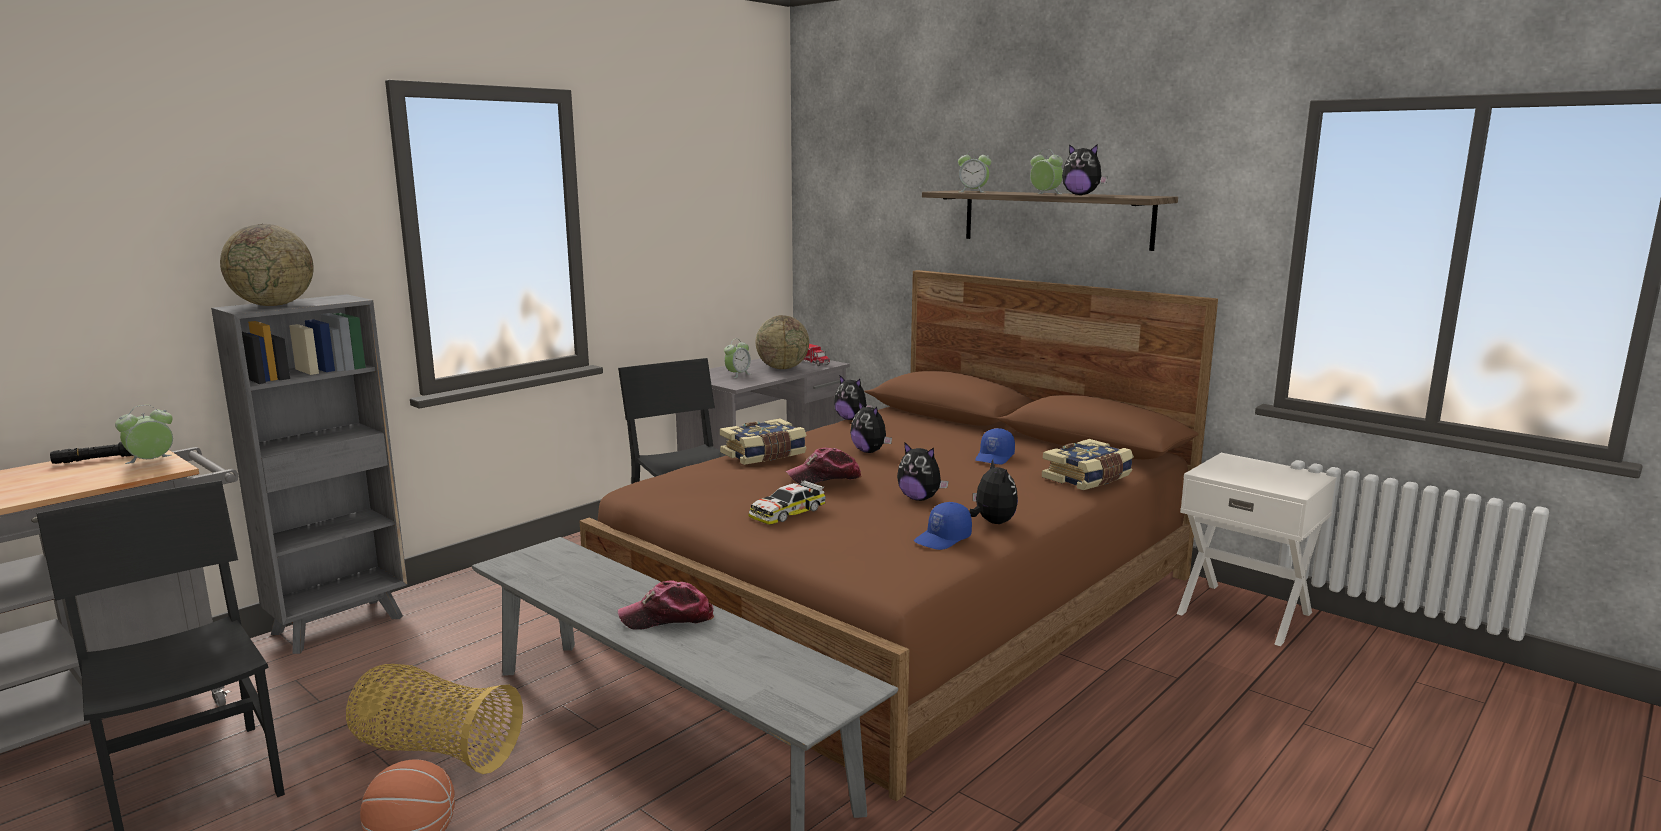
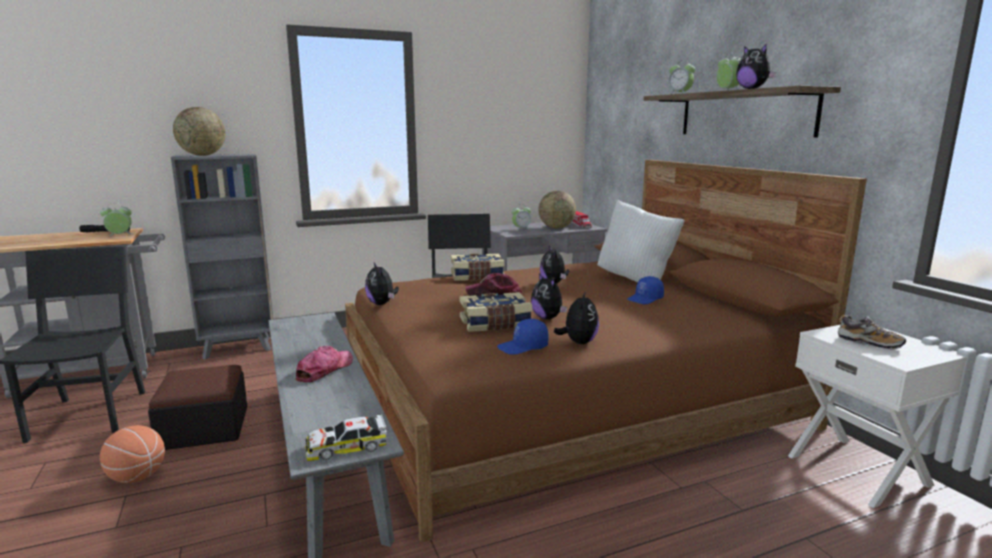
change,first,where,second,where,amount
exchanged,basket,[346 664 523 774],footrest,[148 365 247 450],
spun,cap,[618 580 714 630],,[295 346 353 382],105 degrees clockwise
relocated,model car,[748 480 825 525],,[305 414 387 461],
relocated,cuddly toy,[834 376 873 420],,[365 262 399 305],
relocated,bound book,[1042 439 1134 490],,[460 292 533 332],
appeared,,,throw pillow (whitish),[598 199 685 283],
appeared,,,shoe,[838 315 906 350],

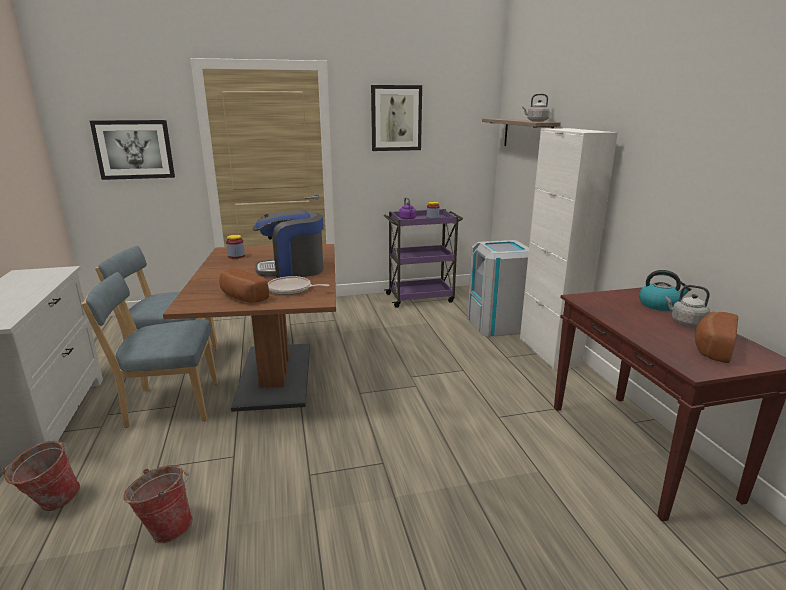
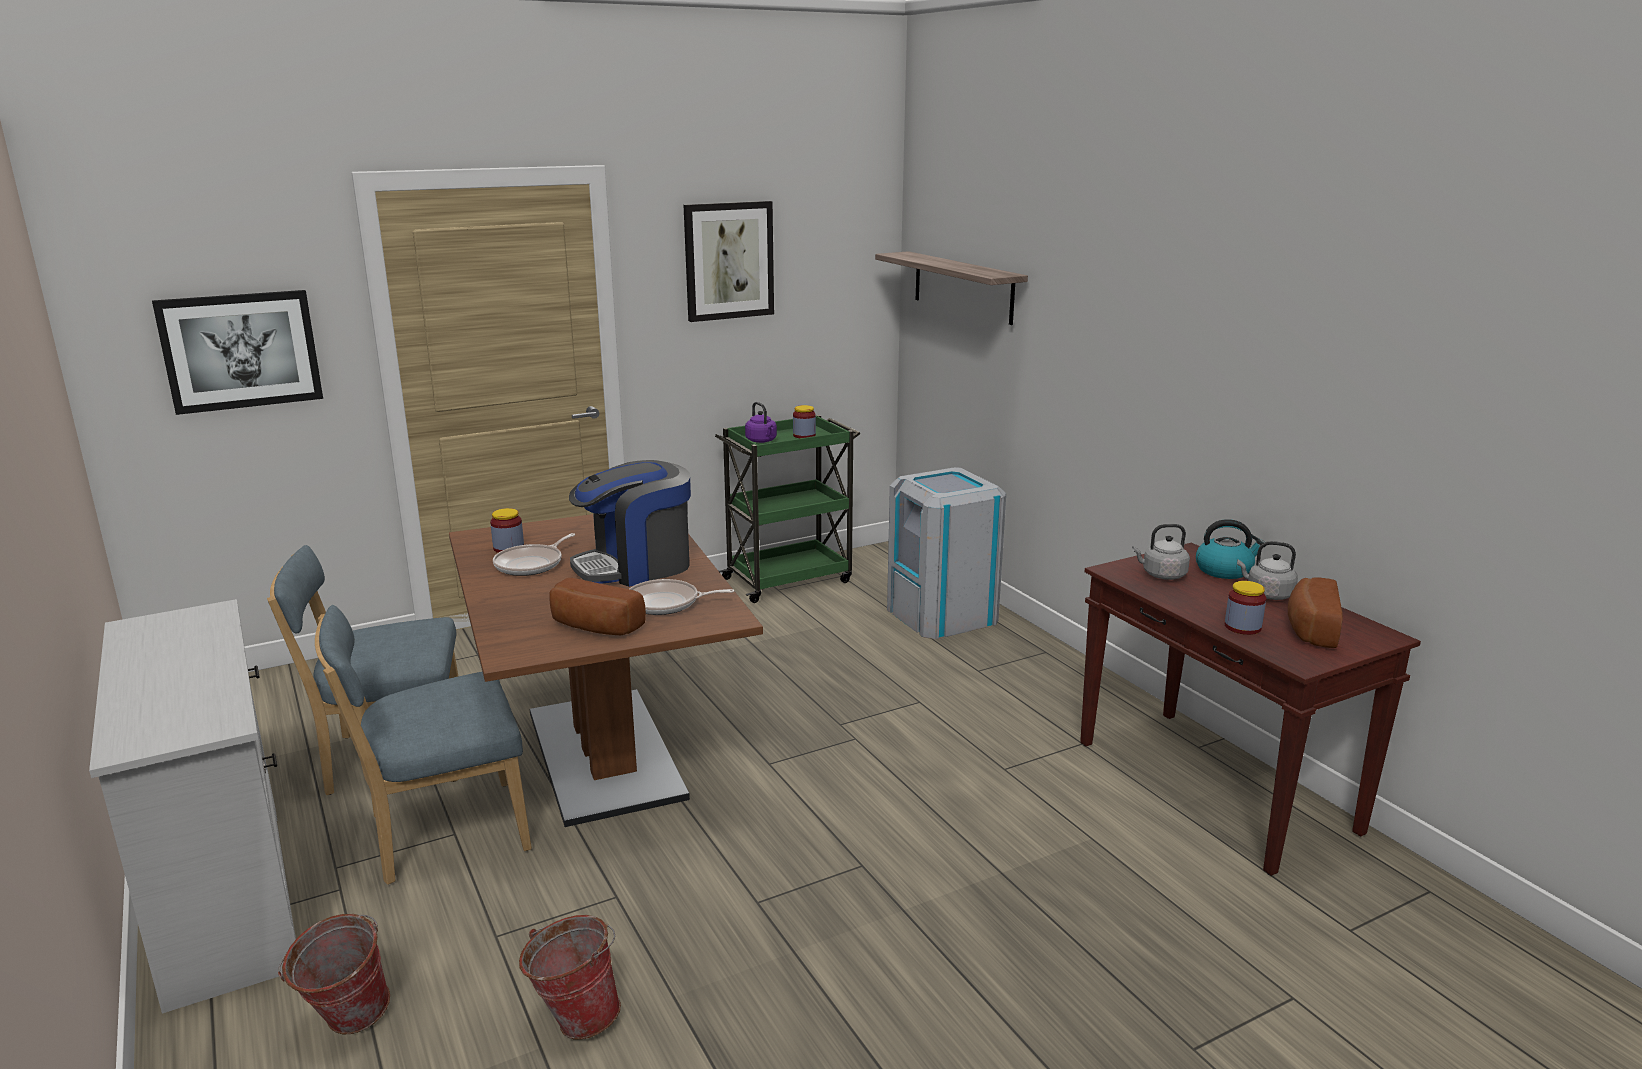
change,first,where,second,where,amount
colour,trolley (purple-coloured),[384 209 463 308],trolley (green),[715 415 860 603],
missing,storage cabinet (whitish),[520 128 618 370],,,
relocated,tea kettle (gray),[522 94 550 122],,[1132 524 1190 580],
appeared,,,frying pan,[493 533 575 576],
appeared,,,storage jar,[1225 581 1266 635],

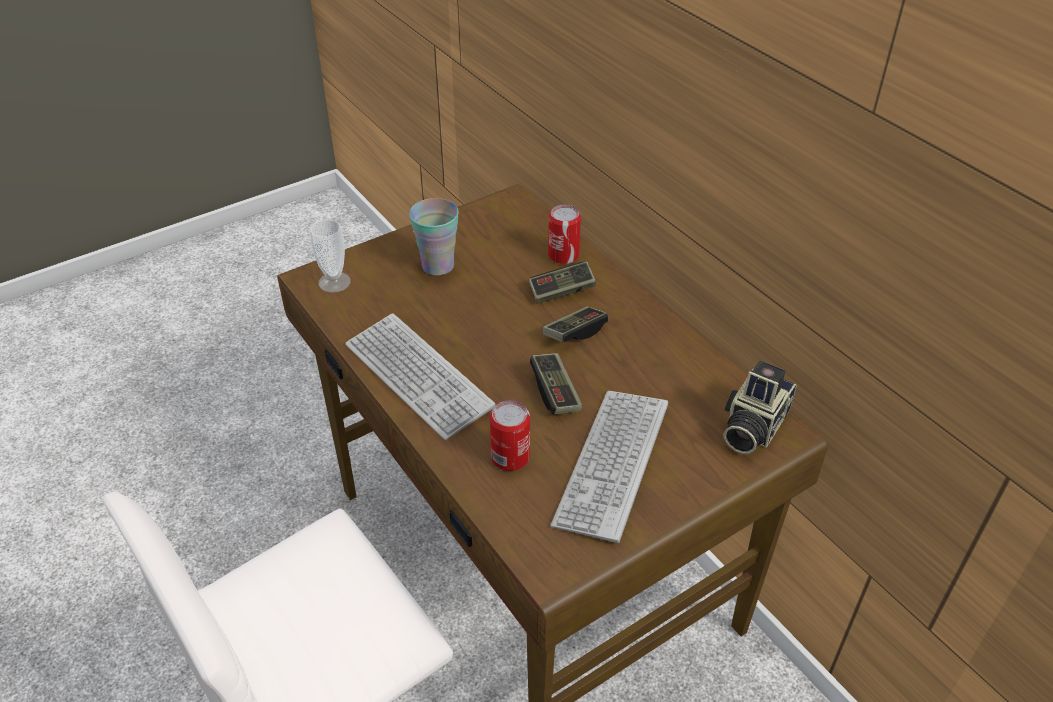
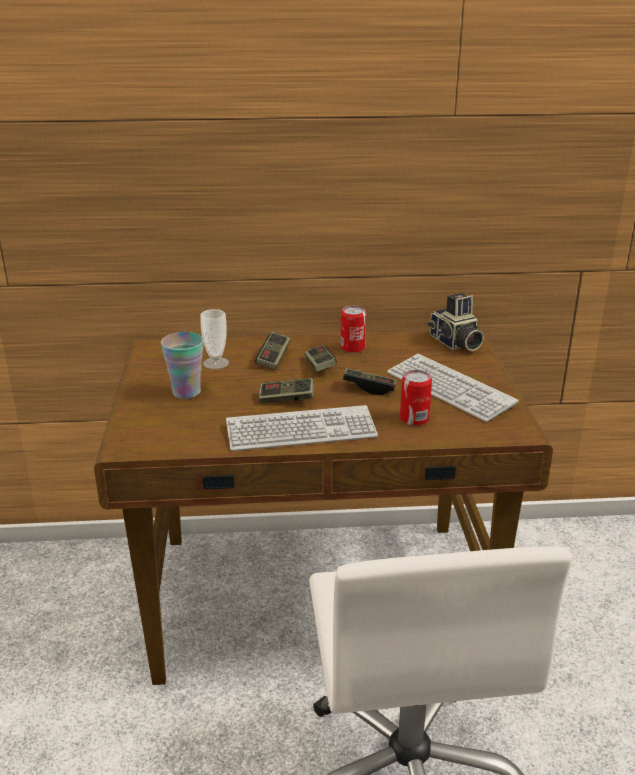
change,first,where,second,where,amount
relocated,small cup,[310 219 351 293],,[200 309 229 369],
relocated,metal can,[548 205 581 264],,[340 306 366 353],
appeared,,,joypad,[259 378 314 404],

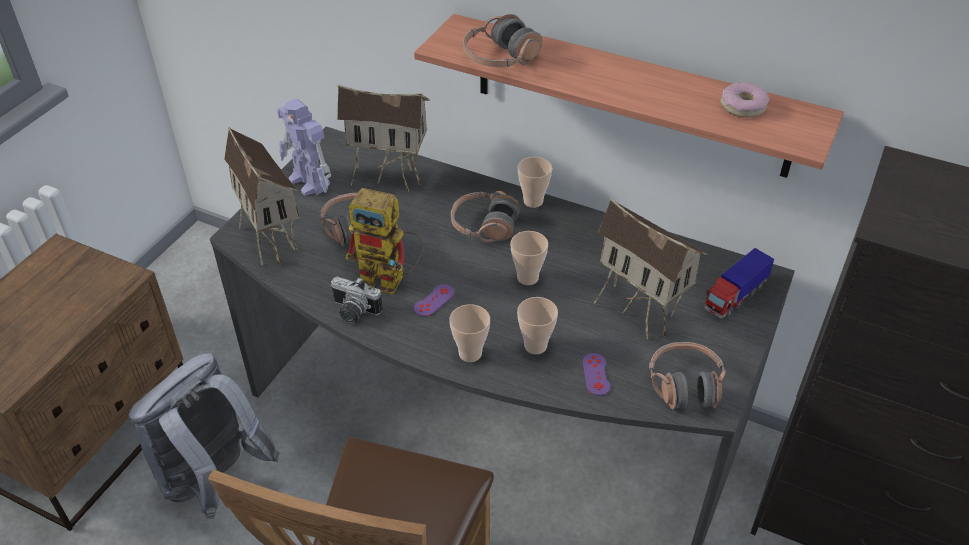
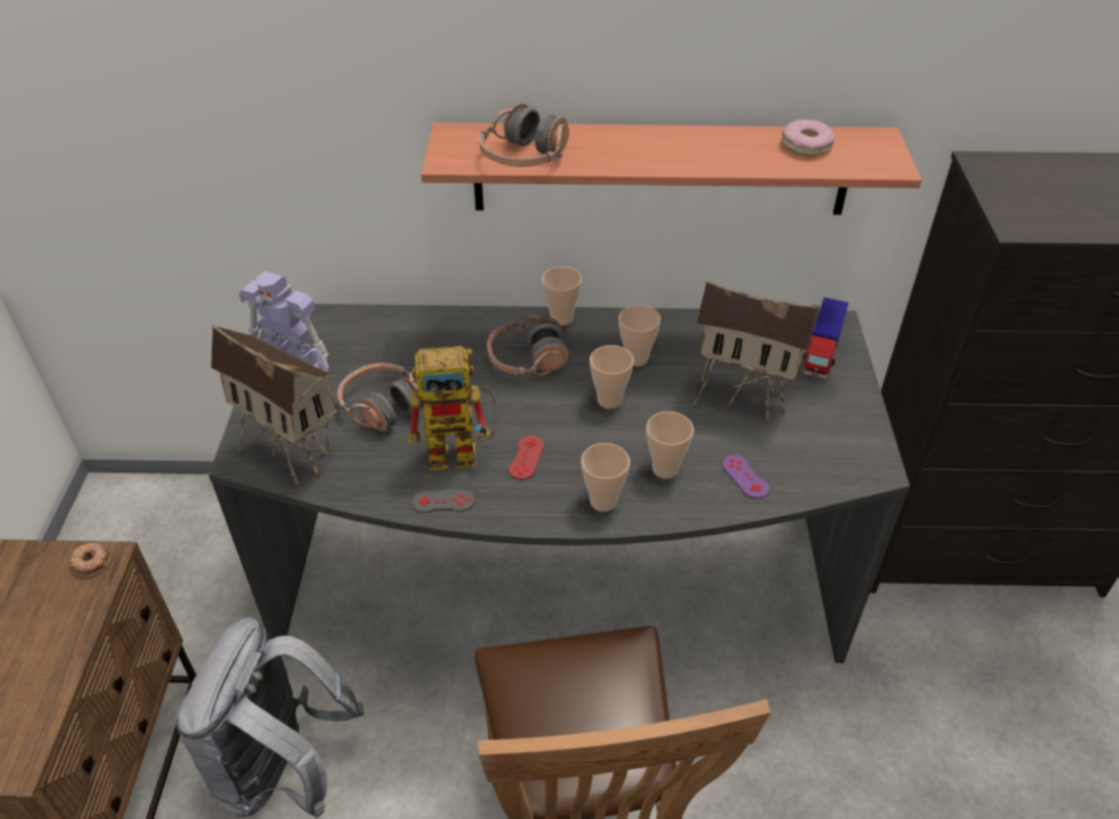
change,first,where,second,where,amount
exchanged,still camera,[331 277 383 323],joypad (gray),[412 490 475 513],
missing,toy house,[337 85 430 192],,,
colour,joypad (purple-coloured),[414 284 455 317],joypad (reddish),[508 435 544 480],
missing,pair of headphones,[649 342 726 410],,,
appeared,,,donut,[69 543 110 577],
appeared,,,small cup,[619 305 661 366],

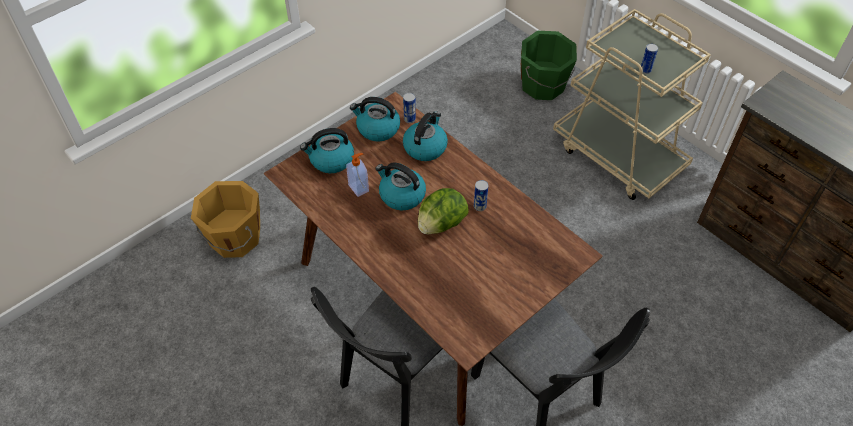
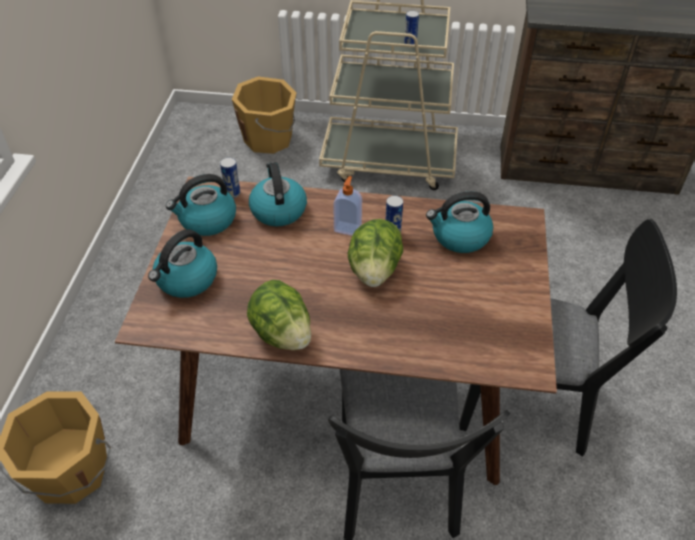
change,first,where,second,where,amount
relocated,liquid soap bottle,[346 153 369 197],,[333 176 362 236],
relocated,tea kettle,[376 163 426 210],,[426 191 493 253],
colour,bucket (green),[521 31 577 100],bucket (orange-coloured),[232 77 296 154],
appeared,,,lettuce,[247 280 311 350],

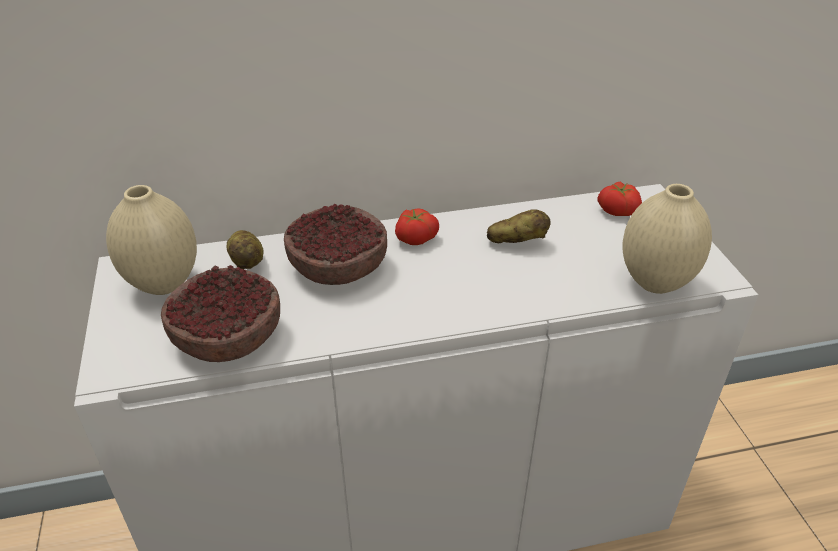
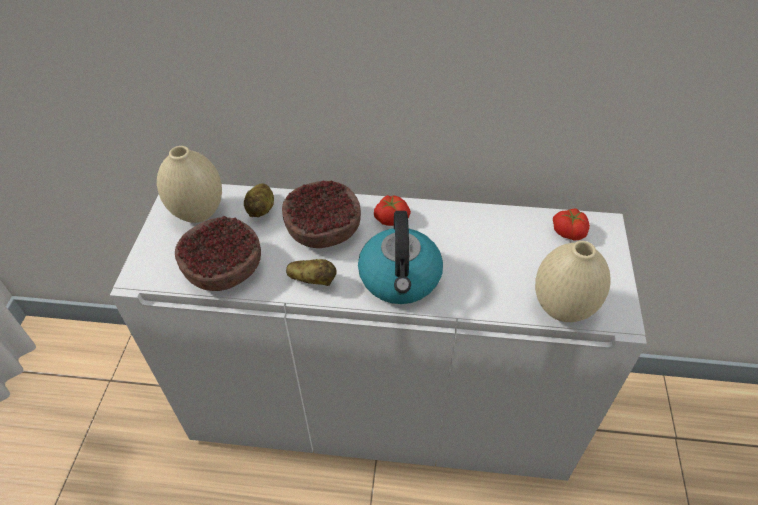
change,first,where,second,where,amount
relocated,potato,[487 209 551 243],,[286 259 337 286],
appeared,,,tea kettle,[358 211 443 304],

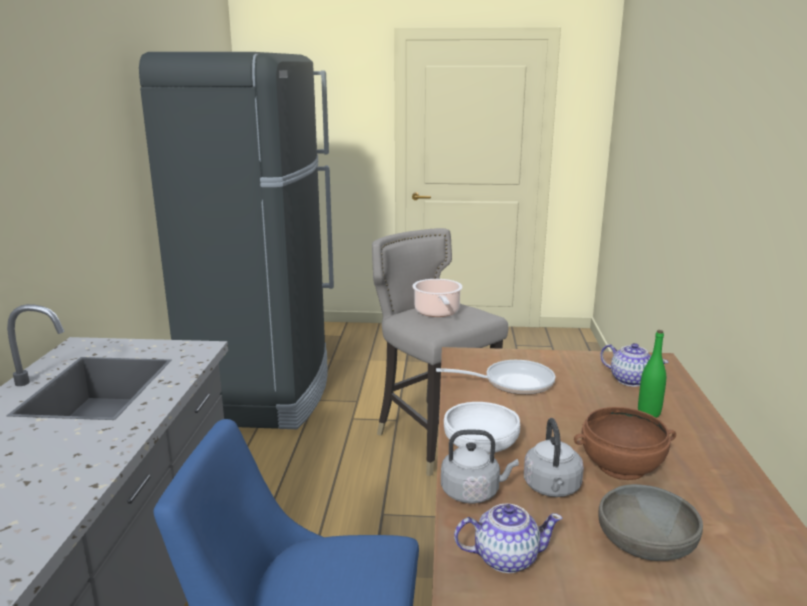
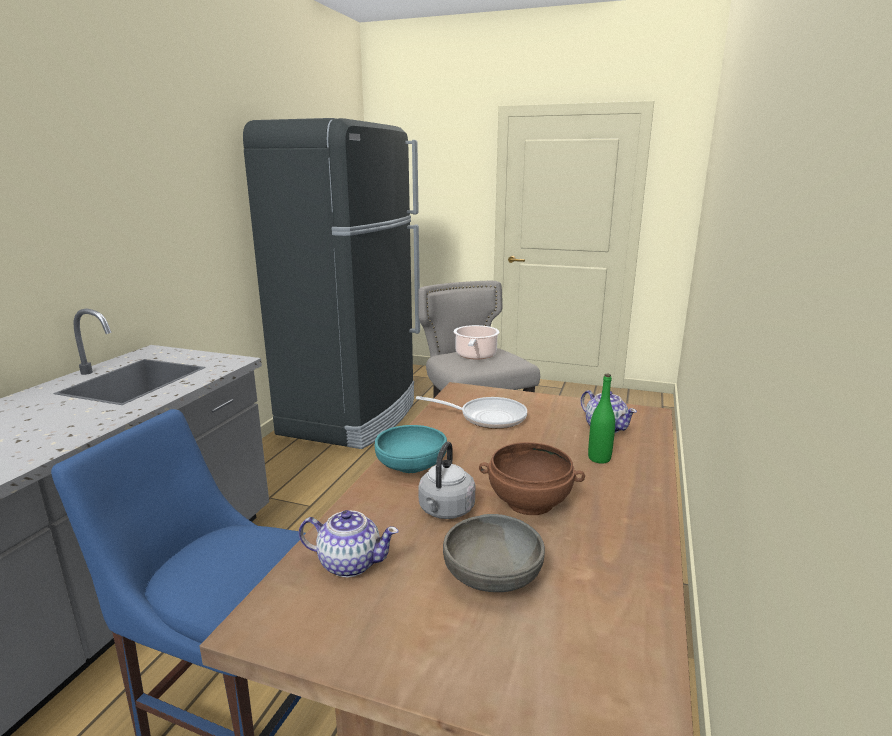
change,first,where,second,where,amount
missing,tea kettle (gray),[441 430 519 504],,,
colour,serving bowl (whitish),[444 402 520 453],serving bowl (turquoise-coloured),[375 425 447 473],

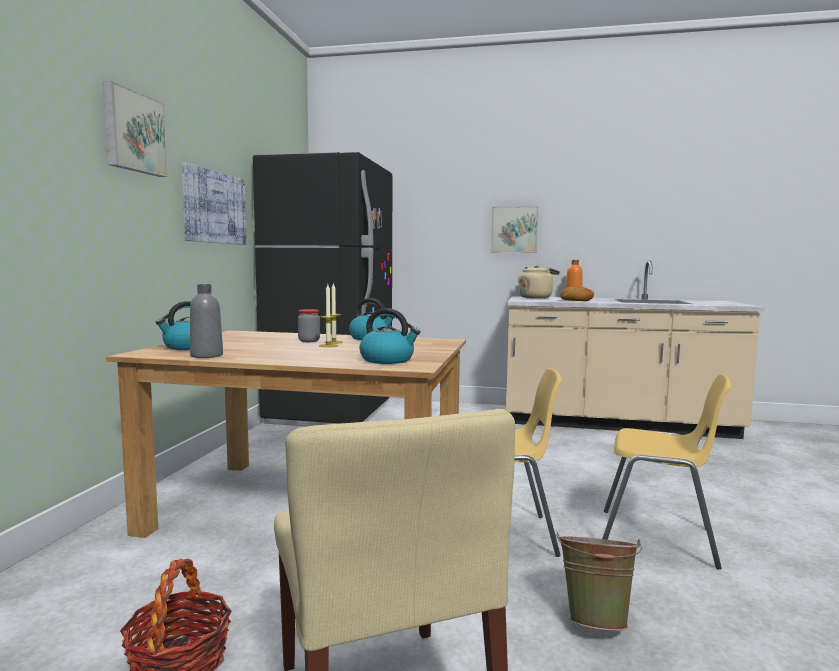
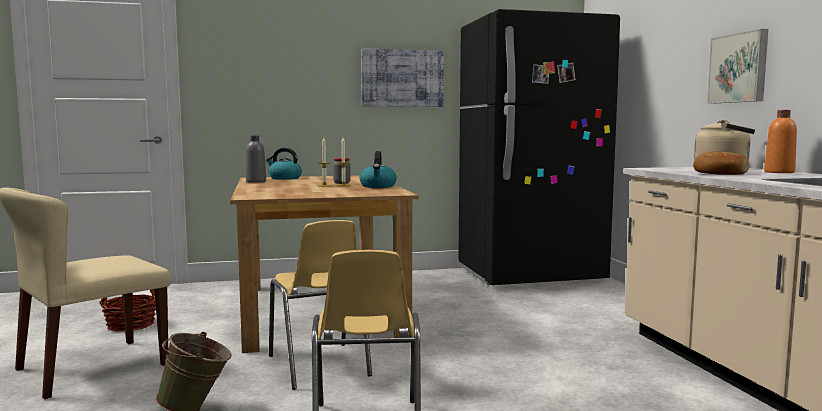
change,first,where,second,where,amount
missing,wall picture,[103 81 168 177],,,
missing,tea kettle,[359 308 420 364],,,

